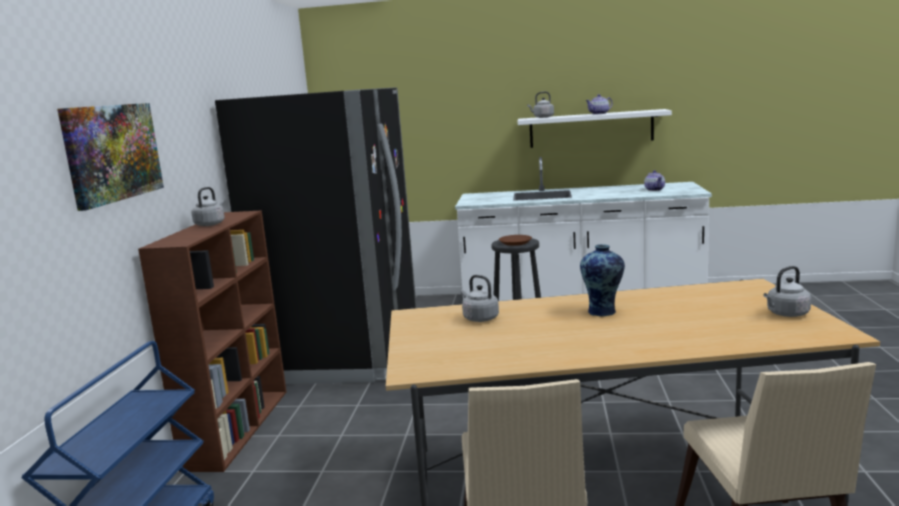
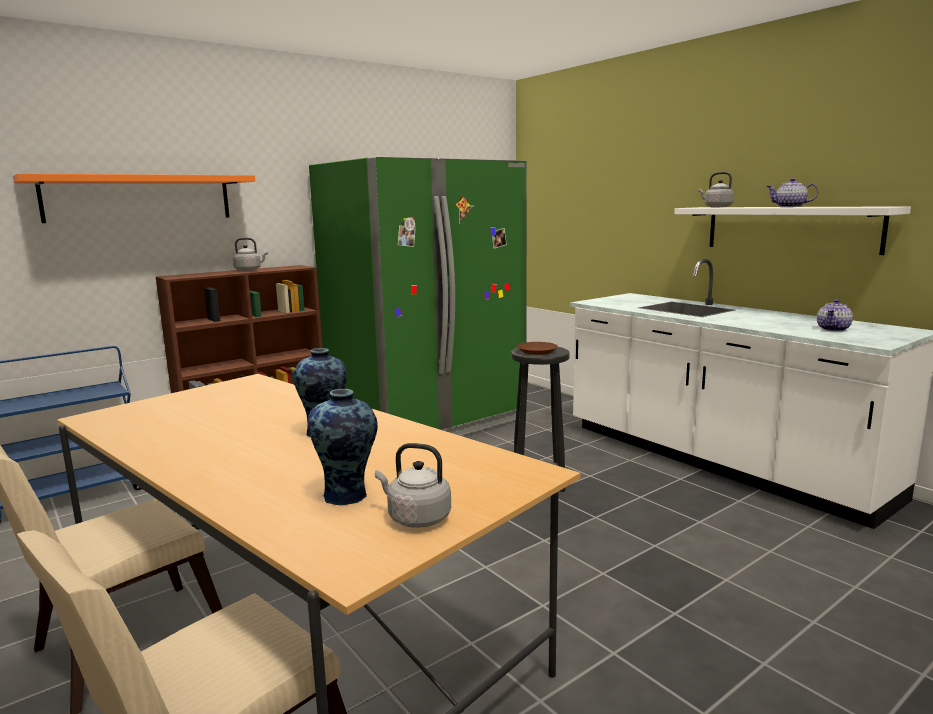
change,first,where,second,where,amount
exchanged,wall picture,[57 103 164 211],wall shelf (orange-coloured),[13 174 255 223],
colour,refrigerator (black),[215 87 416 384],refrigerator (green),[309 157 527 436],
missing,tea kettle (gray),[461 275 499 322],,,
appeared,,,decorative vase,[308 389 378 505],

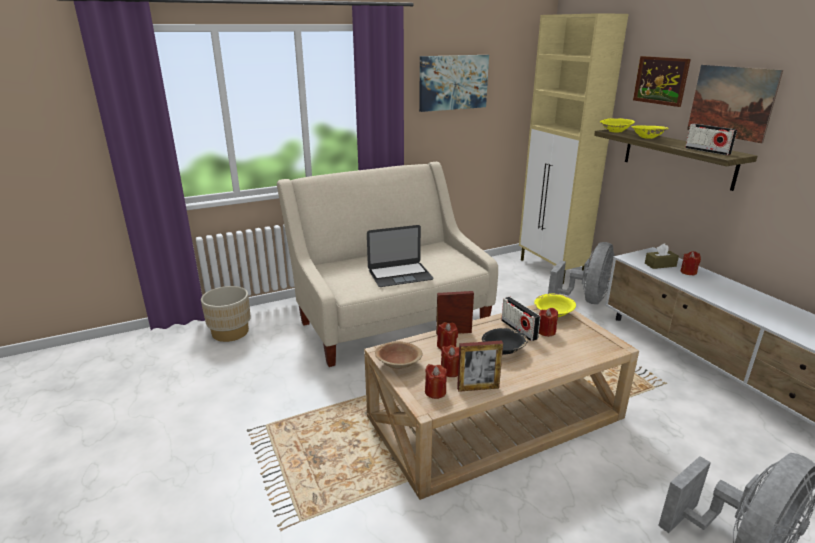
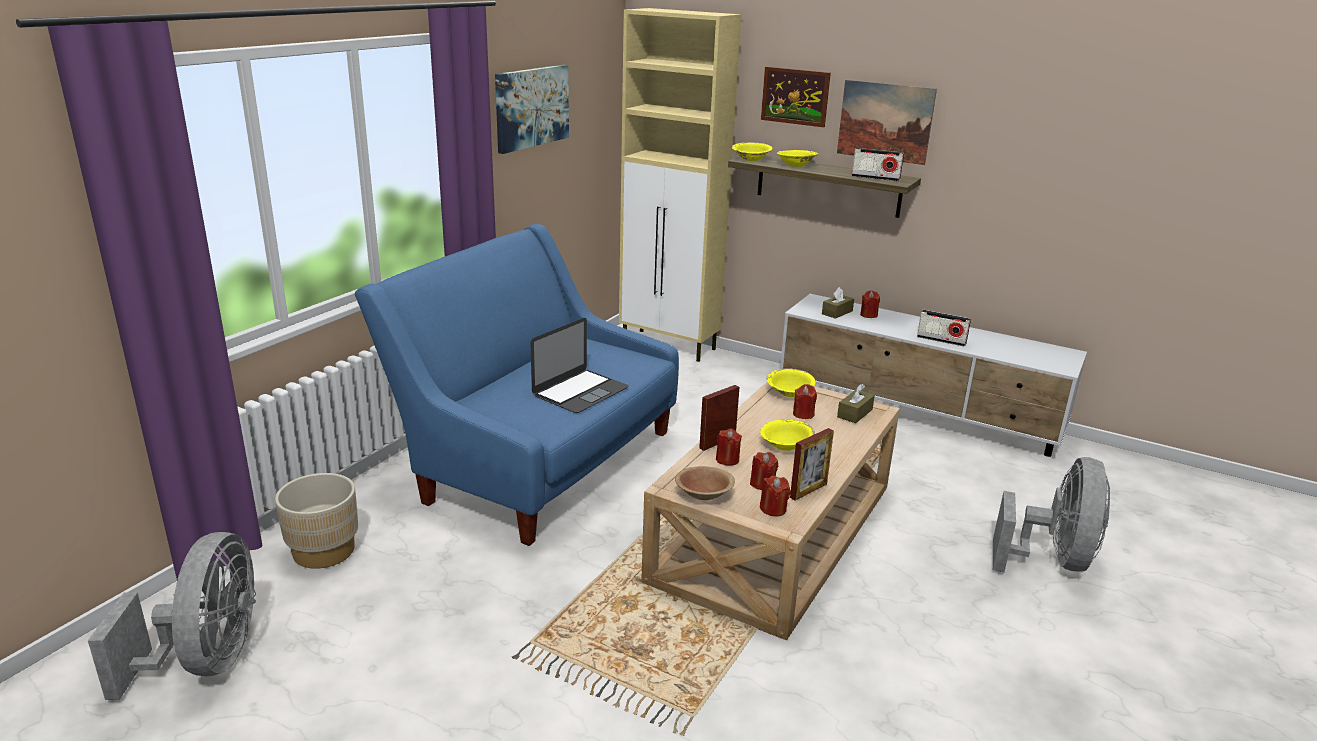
change,first,where,second,where,amount
colour,sofa (sand-coloured),[277 162 498 367],sofa (blue-coloured),[355 224 679 546],
colour,serving bowl (black),[482 328 528 355],serving bowl (yellow-coloured),[760 419 815 451],
relocated,radio,[501 297 541 341],,[917 310 971 346],
relocated,electric fan (gray),[548 242 615 304],,[88 532 256 700],
appeared,,,box of tissues (brownish),[837 384 875 423],

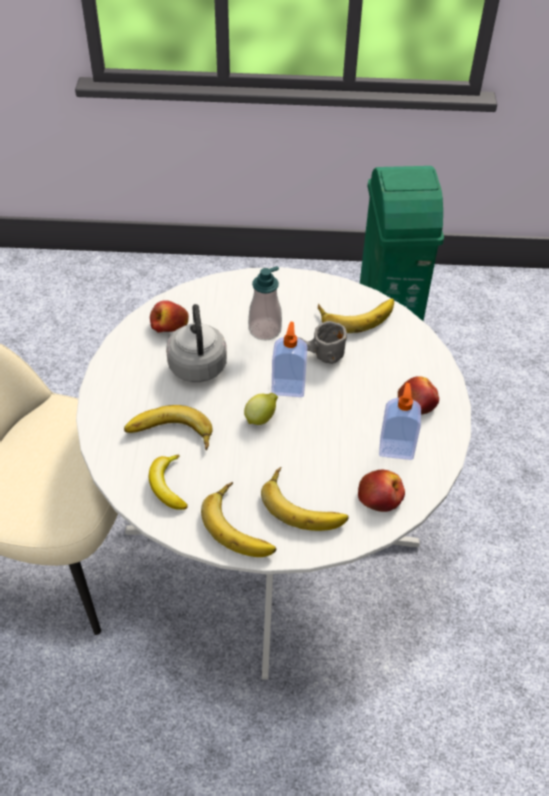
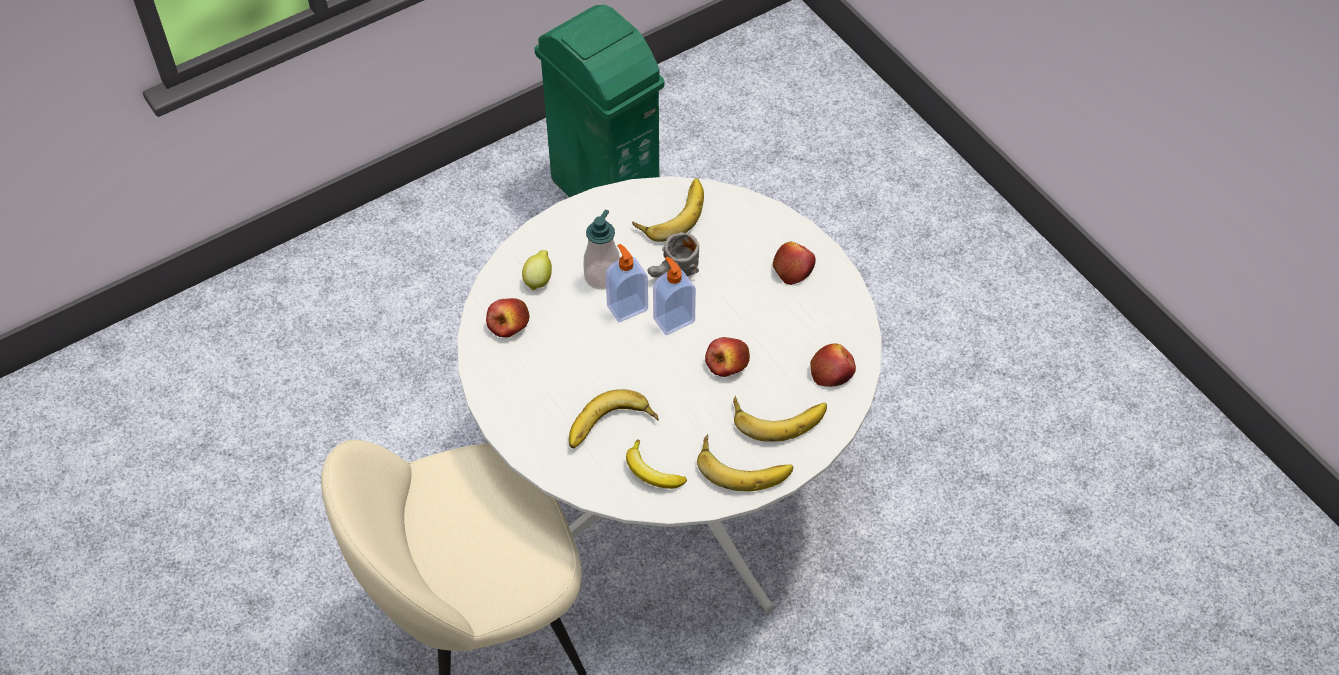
change,first,where,second,where,amount
missing,tea kettle (gray),[166 304 227 382],,,
relocated,lemon,[244 393 278 425],,[522 250 552 291],
relocated,liquid soap bottle,[379 383 421 460],,[605 244 648 322],
appeared,,,apple fruit,[705 337 750 377],

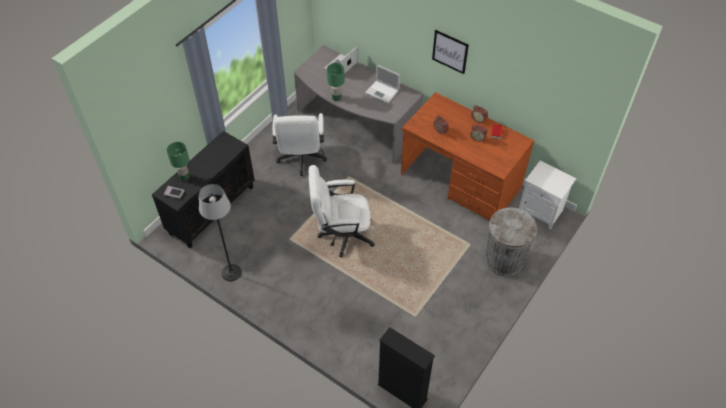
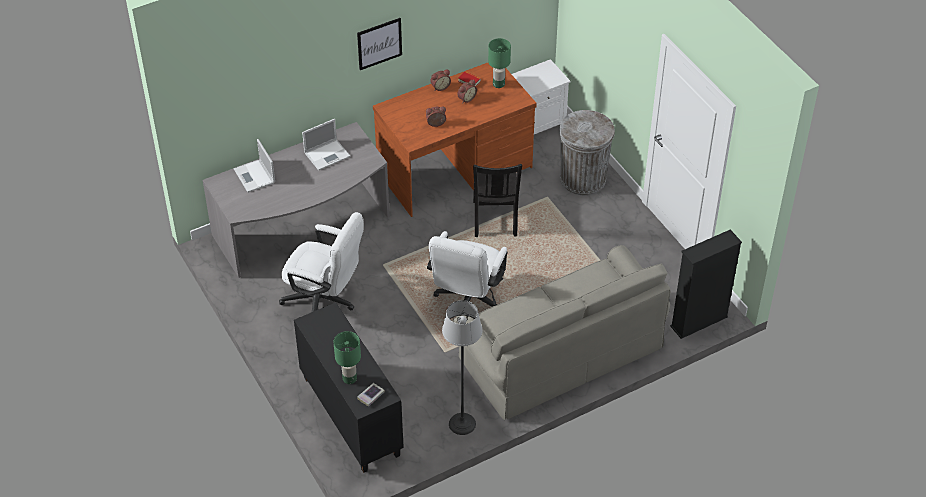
change,first,where,second,where,amount
relocated,lamp for a table (green),[327 63 345 101],,[488 38 511 88],
appeared,,,sofa (gray),[453 245 671 420],
appeared,,,chair (black),[473 164 522 237],

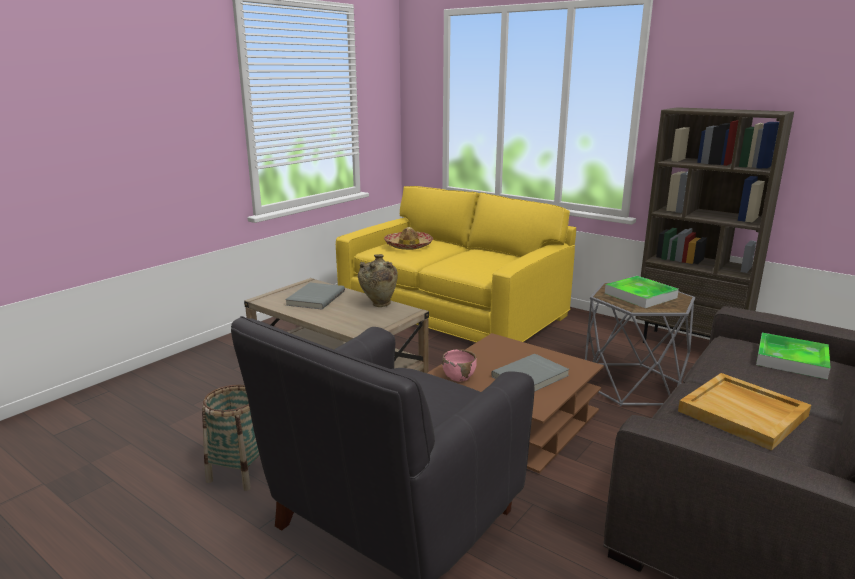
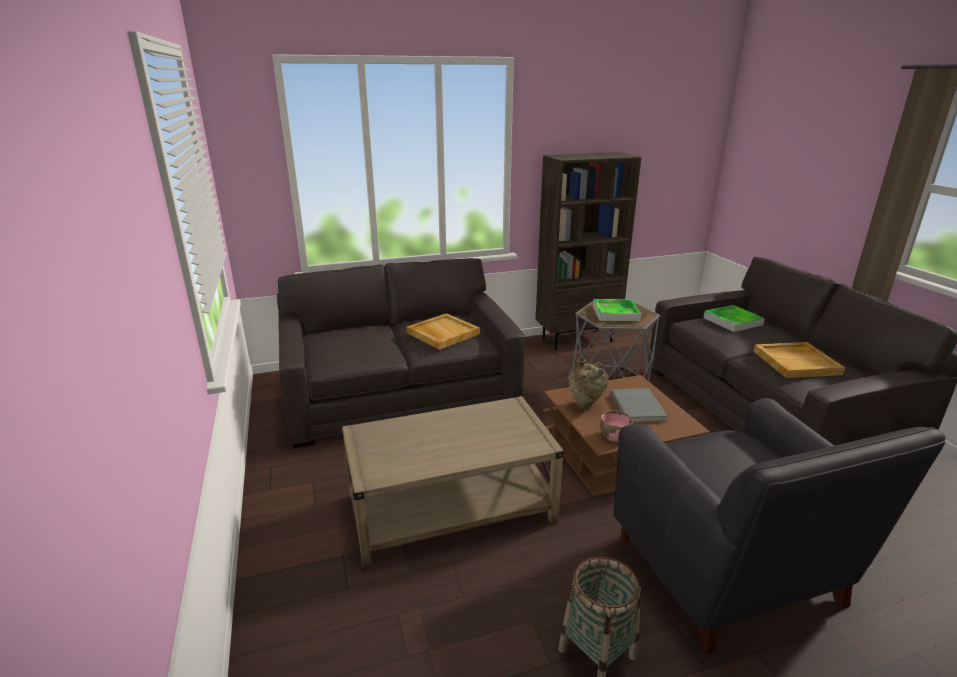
change,first,where,second,where,amount
missing,bound book (gray),[285 283 345 310],,,
colour,sofa (yellow-coloured),[336 186 576 343],sofa (gray),[277 258 525 448],
relocated,decorative vase (sand-coloured),[358 254 398 307],,[568 358 608 409],
missing,clothing hat,[384 227 433 250],,,
appeared,,,carrying tray (sand-coloured),[407 313 480 350],

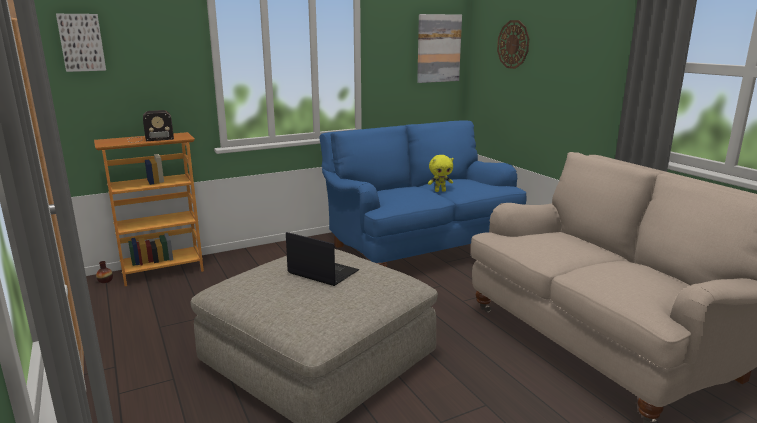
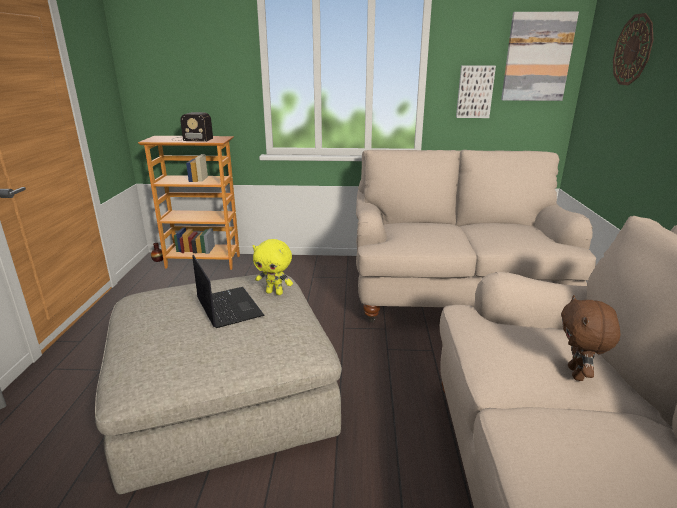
change,first,where,second,where,amount
relocated,wall picture,[56 14 106 72],,[456 66 496 118],
colour,sofa (blue-coloured),[320 120 527 267],sofa (sand-coloured),[356 150 596 322],
relocated,cuddly toy (yellow-coloured),[428 155 454 192],,[253 239 293 295],
appeared,,,cuddly toy (brownish),[561 295 620 381],

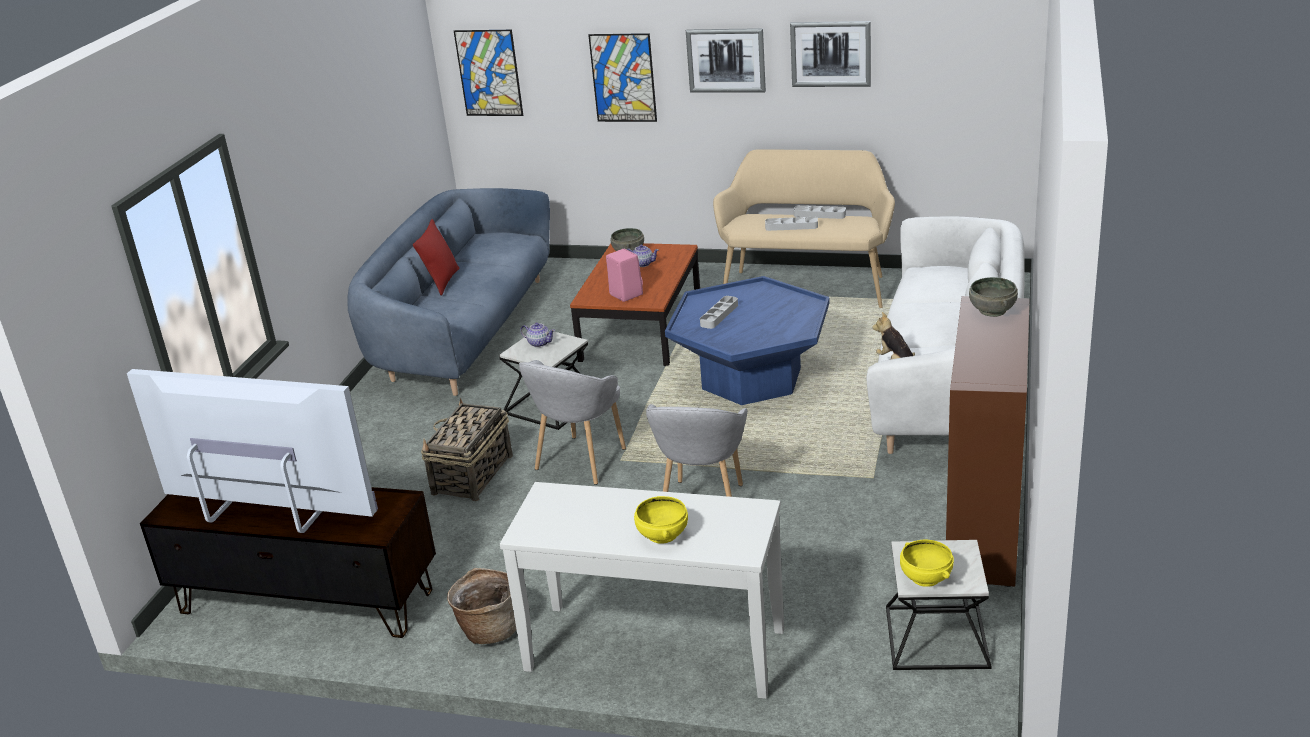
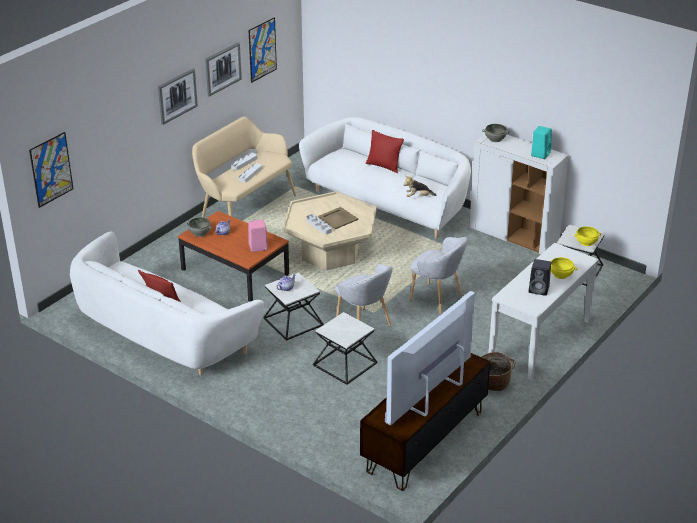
change,first,where,second,where,amount
colour,sofa (blue-coloured),[347 188 550 396],sofa (whitish),[70 231 264 375],
exchanged,basket,[421 398 513 501],end table,[313 312 377 385],
relocated,wall picture,[588 33 657 122],,[248 17 277 83],
colour,low table (blue-coloured),[665 276 830 405],low table (sand-coloured),[283 191 377 270],
colour,storage cabinet (brownish),[946 296 1030 587],storage cabinet (whitish),[469 134 568 254],
appeared,,,carrying tray (sand-coloured),[318 207 358 229],
appeared,,,throw pillow (reddish),[366 130 404 173],
appeared,,,loudspeaker (black),[529 259 551 296],
appeared,,,loudspeaker (turquoise-coloured),[531 126 552 159],

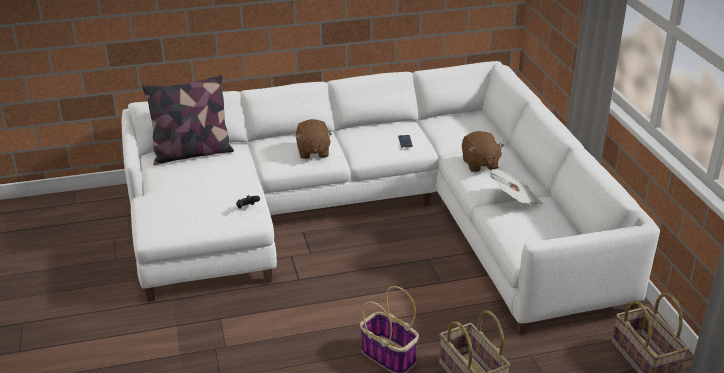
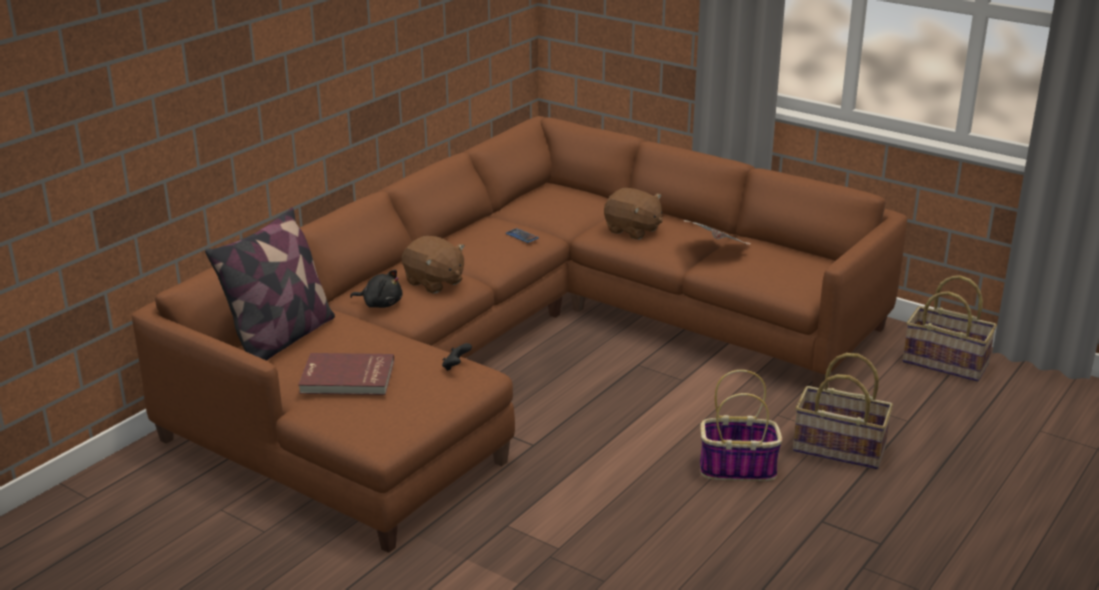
change,first,where,second,where,amount
colour,sofa (whitish),[122 61 660 334],sofa (brownish),[132 116 907 553],
appeared,,,bound book (reddish),[298 353 394 395],
appeared,,,cuddly toy (black),[350 270 403 308],

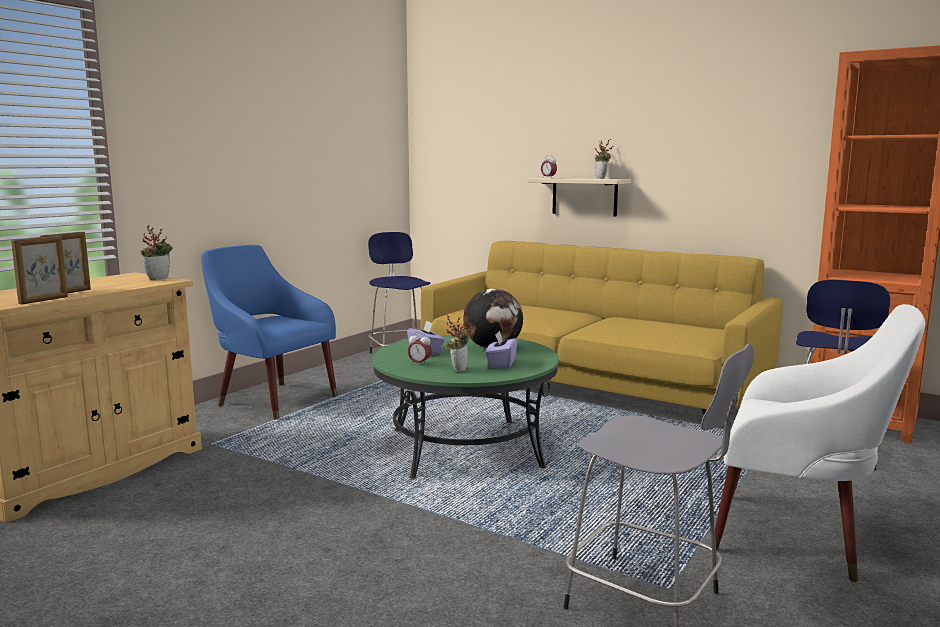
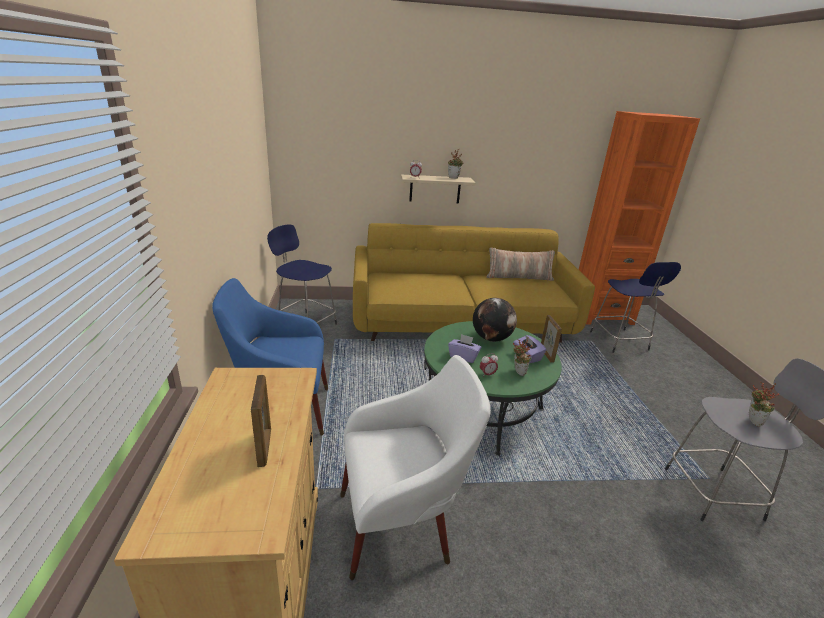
change,first,where,second,where,amount
relocated,standing frame,[11 236 68 304],,[541 315 562 363],
relocated,houseplant,[141 225 173 280],,[749 381 779 427],
relocated,easy chair (whitish),[711 304 925 582],,[340 355 491 580],
appeared,,,throw pillow,[486 247 555 281],

